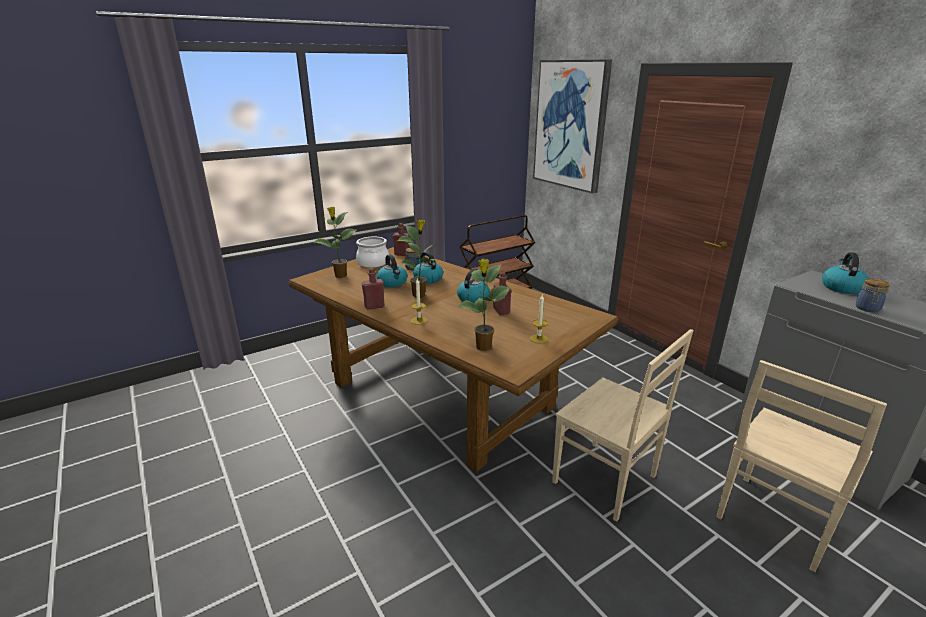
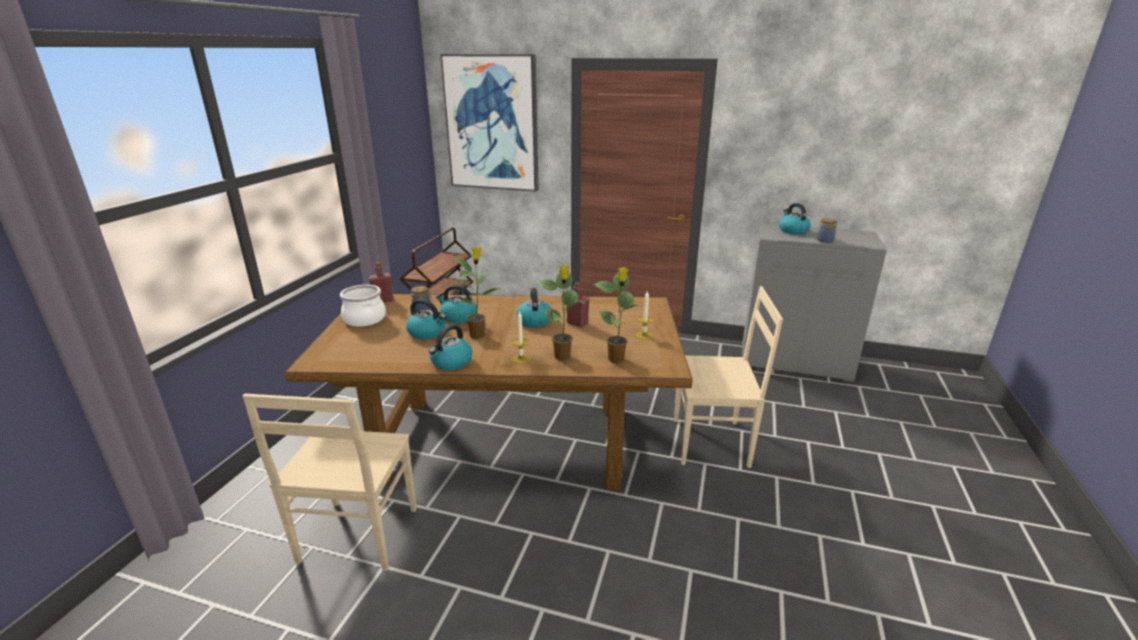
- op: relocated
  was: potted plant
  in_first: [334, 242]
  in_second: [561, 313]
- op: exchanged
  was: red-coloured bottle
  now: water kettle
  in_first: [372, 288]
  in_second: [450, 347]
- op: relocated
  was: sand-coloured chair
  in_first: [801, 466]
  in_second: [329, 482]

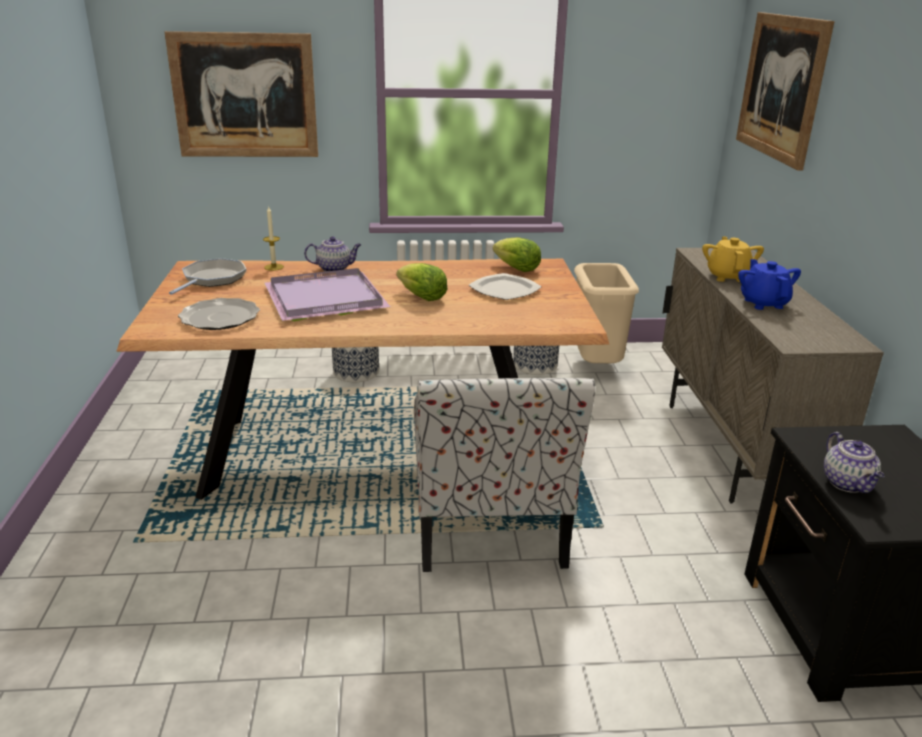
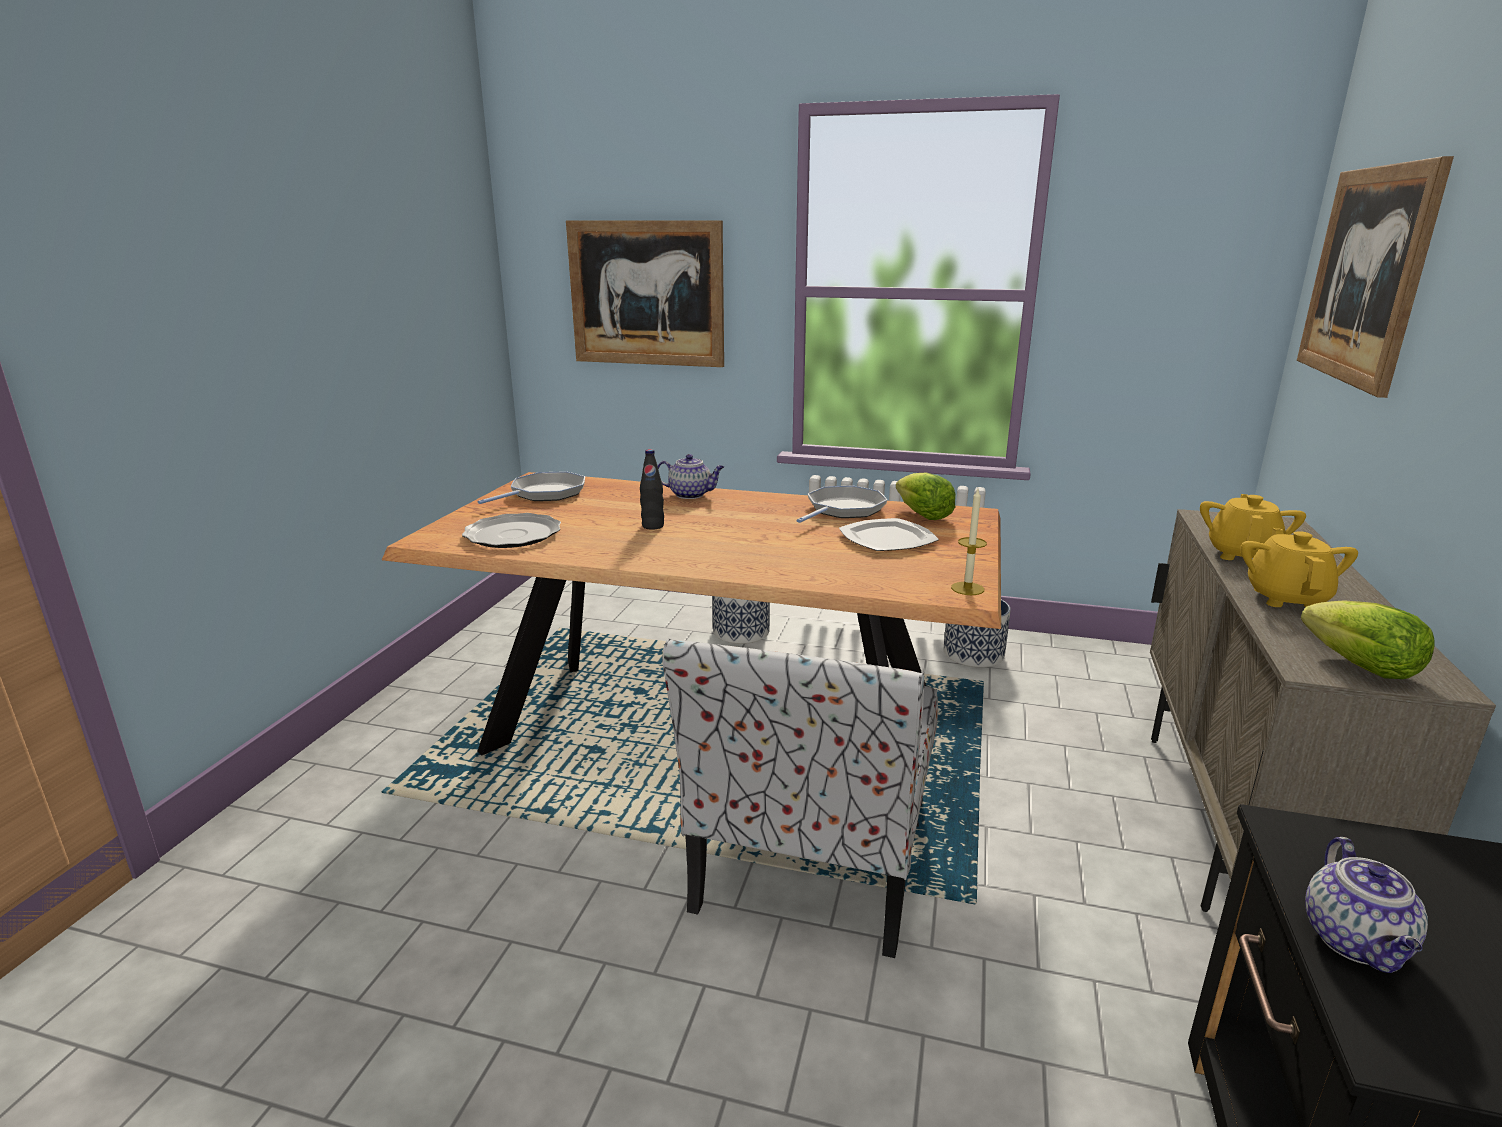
- op: relocated
  was: candle
  in_first: [273, 238]
  in_second: [969, 542]
- op: exchanged
  was: purple carrying tray
  now: black-coloured bottle
  in_first: [327, 295]
  in_second: [652, 489]
- op: relocated
  was: lettuce head
  in_first: [422, 282]
  in_second: [1368, 639]
- op: missing
  was: sand-coloured rubbish bin
  in_first: [606, 313]
- op: colour
  was: blue-coloured pot for tea
  now: yellowish pot for tea
  in_first: [769, 284]
  in_second: [1299, 567]
- op: appeared
  now: frying pan
  in_second: [841, 504]

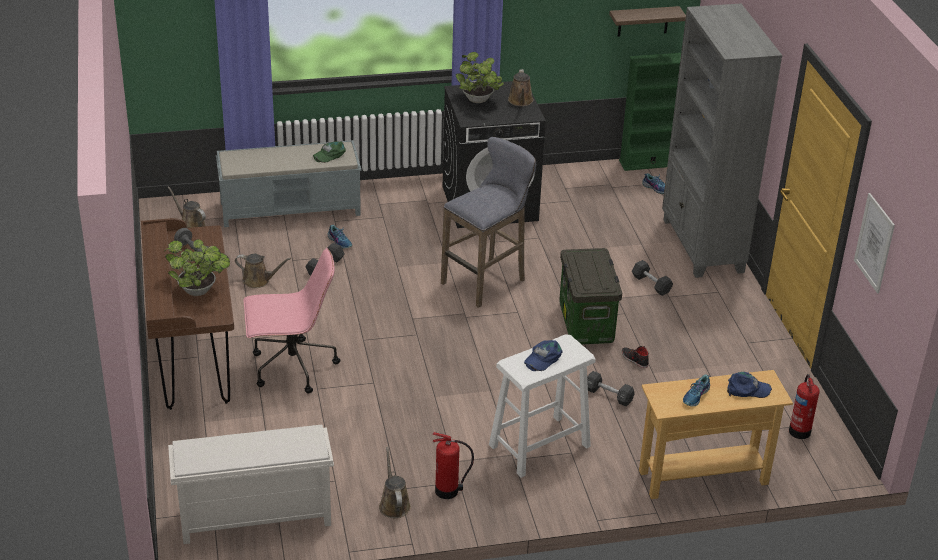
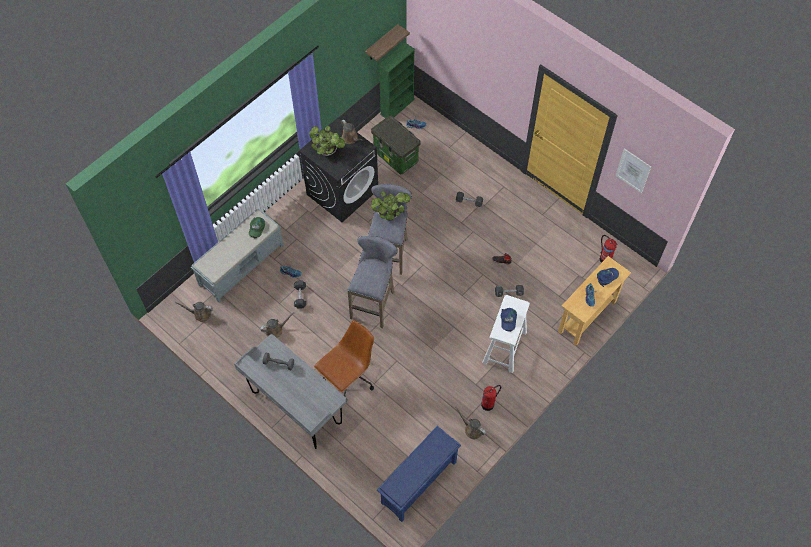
- op: colour
  was: brown desk
  now: greyish desk
  in_first: [187, 314]
  in_second: [290, 391]
- op: relocated
  was: potted plant
  in_first: [197, 267]
  in_second: [390, 206]
- op: colour
  was: white-coloured shoe stand
  now: blue-coloured shoe stand
  in_first: [251, 484]
  in_second: [419, 474]
- op: colour
  was: pinkish office chair
  now: brown office chair
  in_first: [292, 320]
  in_second: [344, 359]
- op: relocated
  was: storage container
  in_first: [590, 296]
  in_second: [396, 144]
- op: missing
  was: greyish bookcase
  in_first: [722, 141]
- op: appeared
  now: greyish stool seat
  in_second: [372, 282]

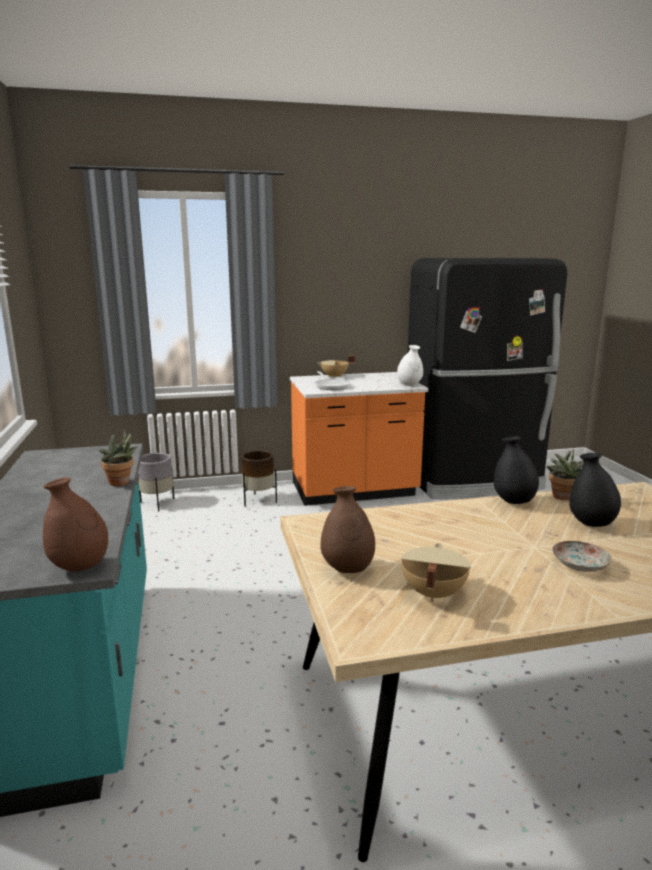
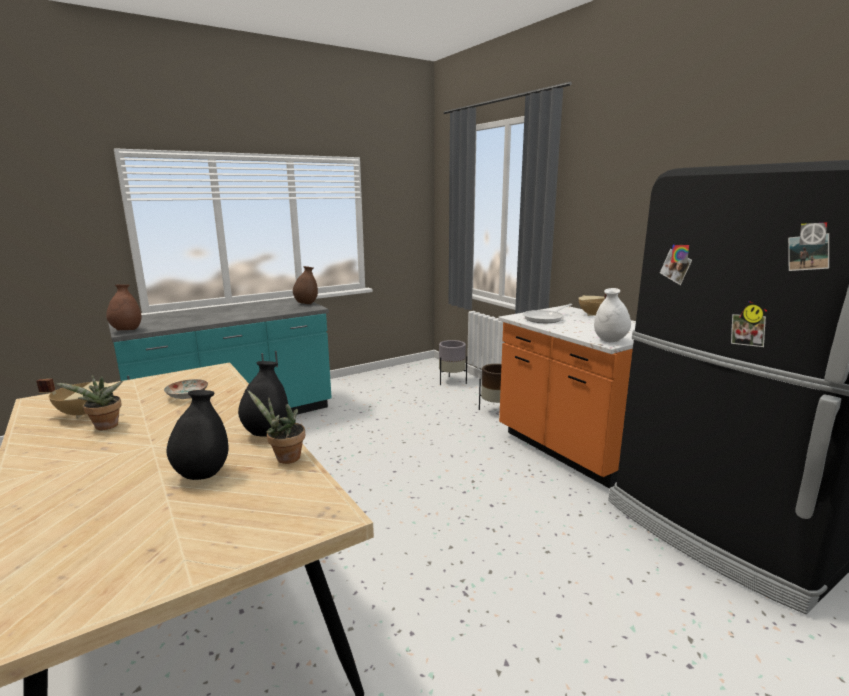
- op: relocated
  was: potted plant
  in_first: [118, 457]
  in_second: [89, 402]
- op: relocated
  was: brown decorative vase
  in_first: [347, 529]
  in_second: [305, 285]
- op: relocated
  was: dinner plate
  in_first: [582, 556]
  in_second: [186, 389]

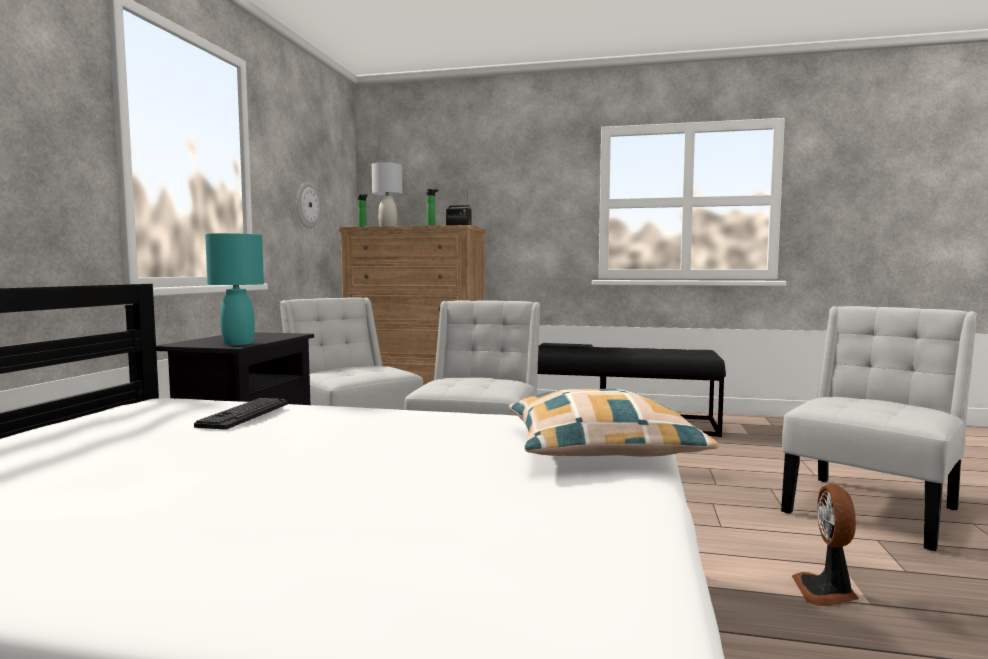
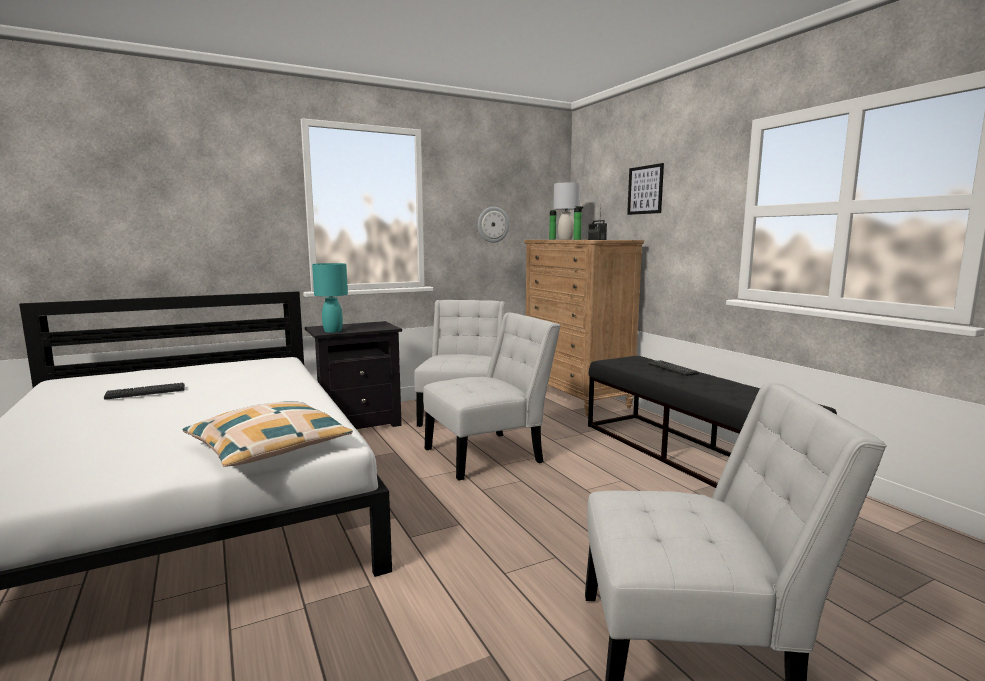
- op: relocated
  was: keyboard
  in_first: [241, 413]
  in_second: [144, 391]
- op: missing
  was: fan
  in_first: [825, 545]
- op: appeared
  now: picture
  in_second: [645, 189]

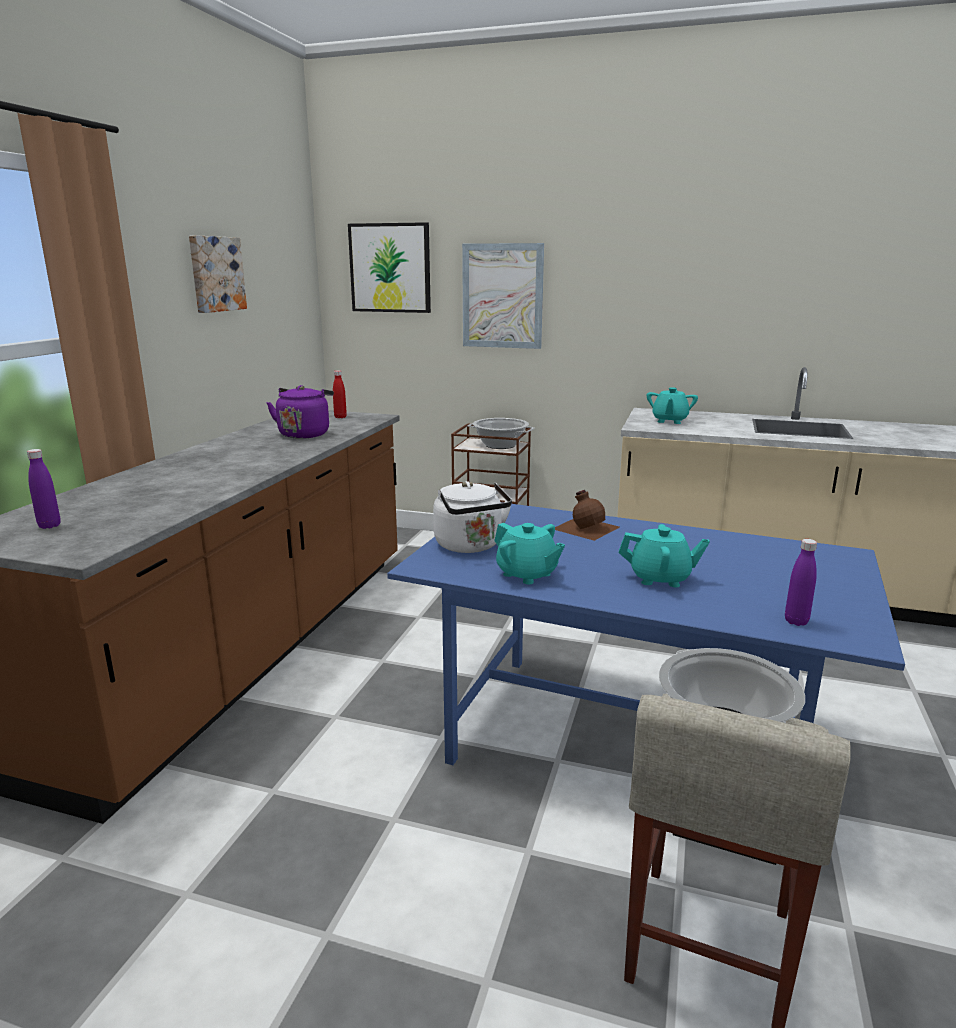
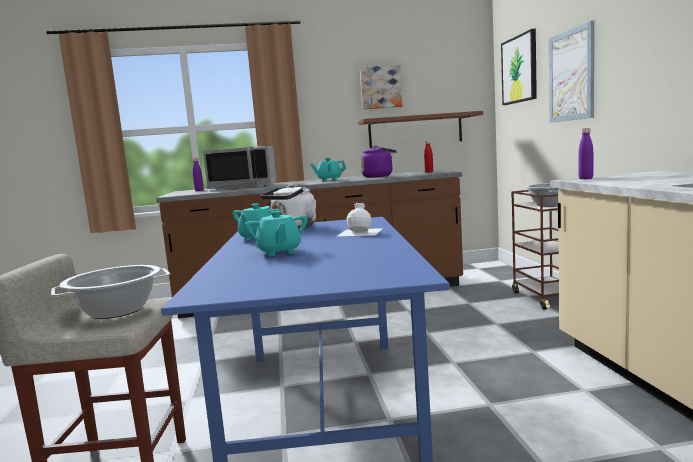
- op: colour
  was: brown bottle
  now: white-coloured bottle
  in_first: [587, 515]
  in_second: [360, 219]
- op: relocated
  was: turquoise pot for tea
  in_first: [672, 406]
  in_second: [328, 169]
- op: relocated
  was: purple bottle
  in_first: [801, 582]
  in_second: [585, 153]
- op: appeared
  now: greyish microwave
  in_second: [240, 168]
- op: appeared
  now: brown wall shelf
  in_second: [420, 129]

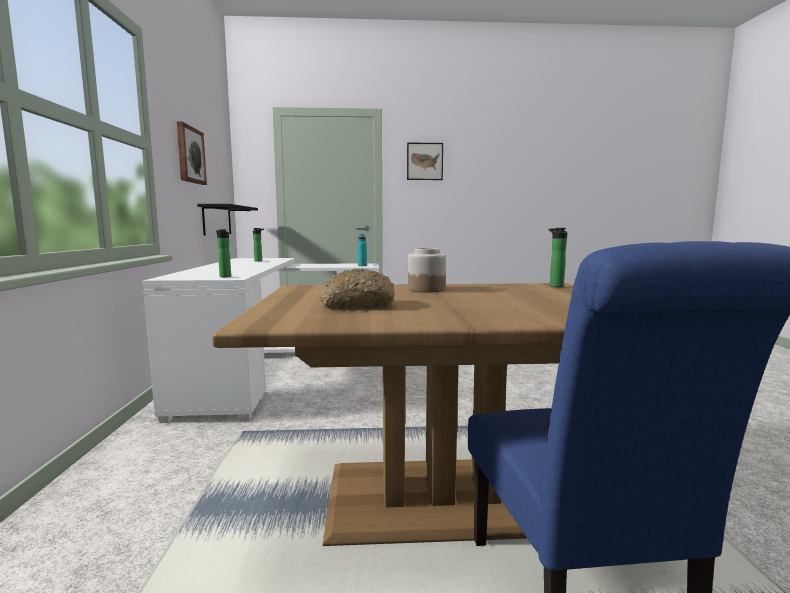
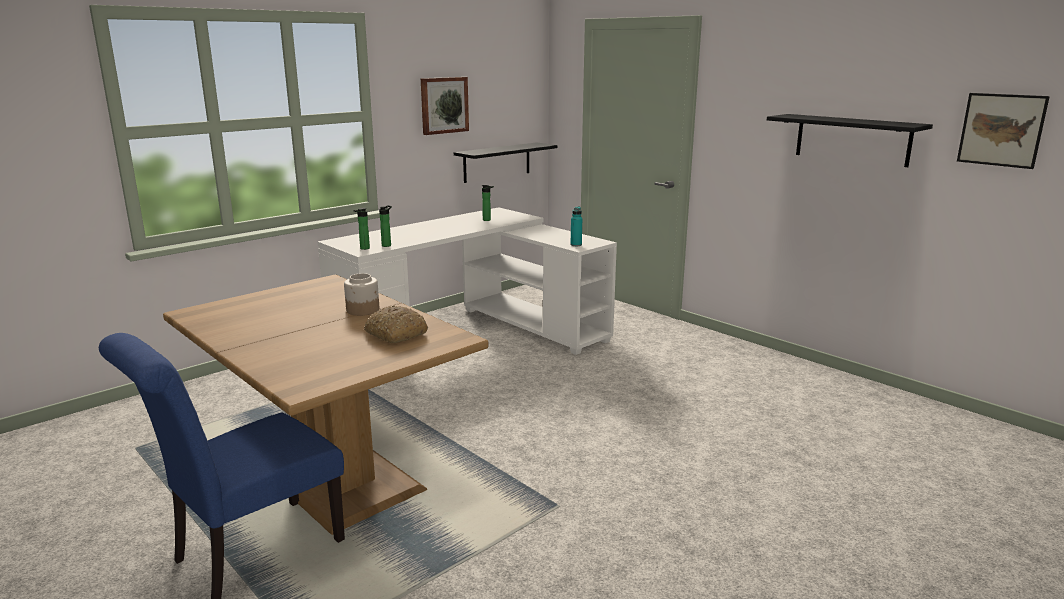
- op: relocated
  was: bakery bread
  in_first: [357, 289]
  in_second: [396, 324]
- op: relocated
  was: picture
  in_first: [425, 161]
  in_second: [1003, 131]
- op: relocated
  was: bottle
  in_first: [558, 257]
  in_second: [385, 226]
- op: appeared
  now: black-coloured wall shelf
  in_second: [850, 140]

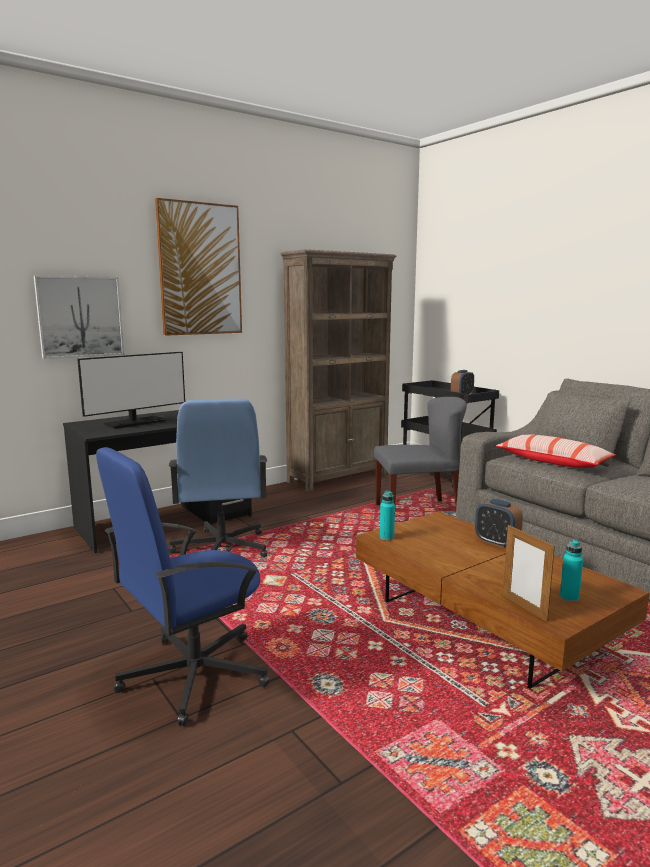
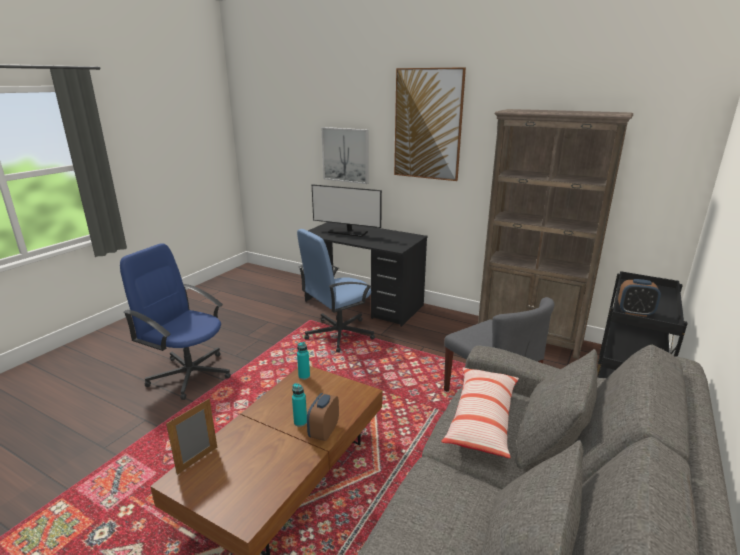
- op: relocated
  was: turquoise bottle
  in_first: [571, 570]
  in_second: [299, 405]

